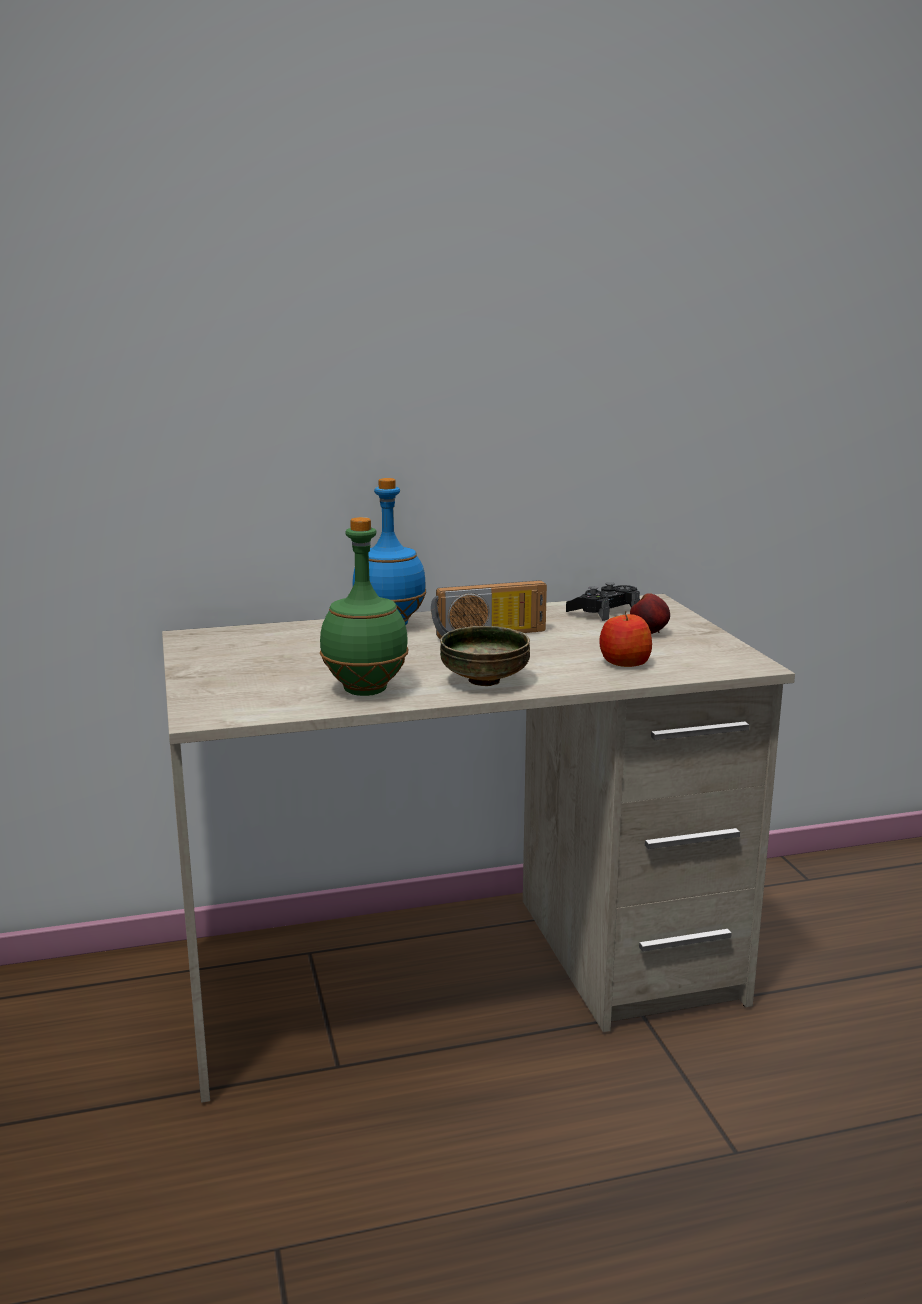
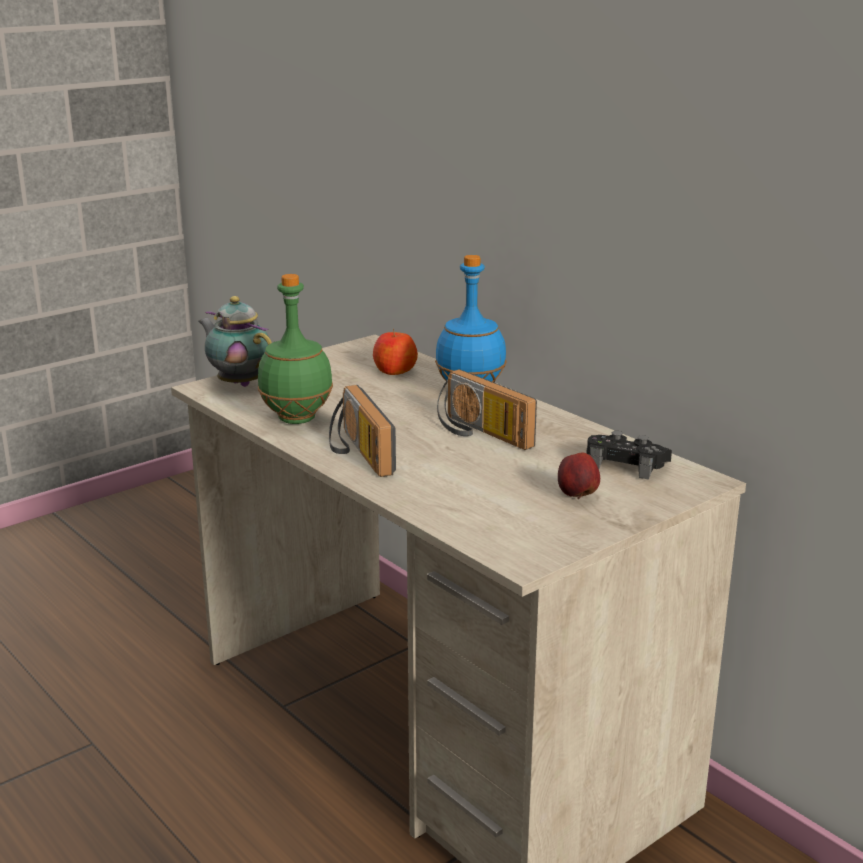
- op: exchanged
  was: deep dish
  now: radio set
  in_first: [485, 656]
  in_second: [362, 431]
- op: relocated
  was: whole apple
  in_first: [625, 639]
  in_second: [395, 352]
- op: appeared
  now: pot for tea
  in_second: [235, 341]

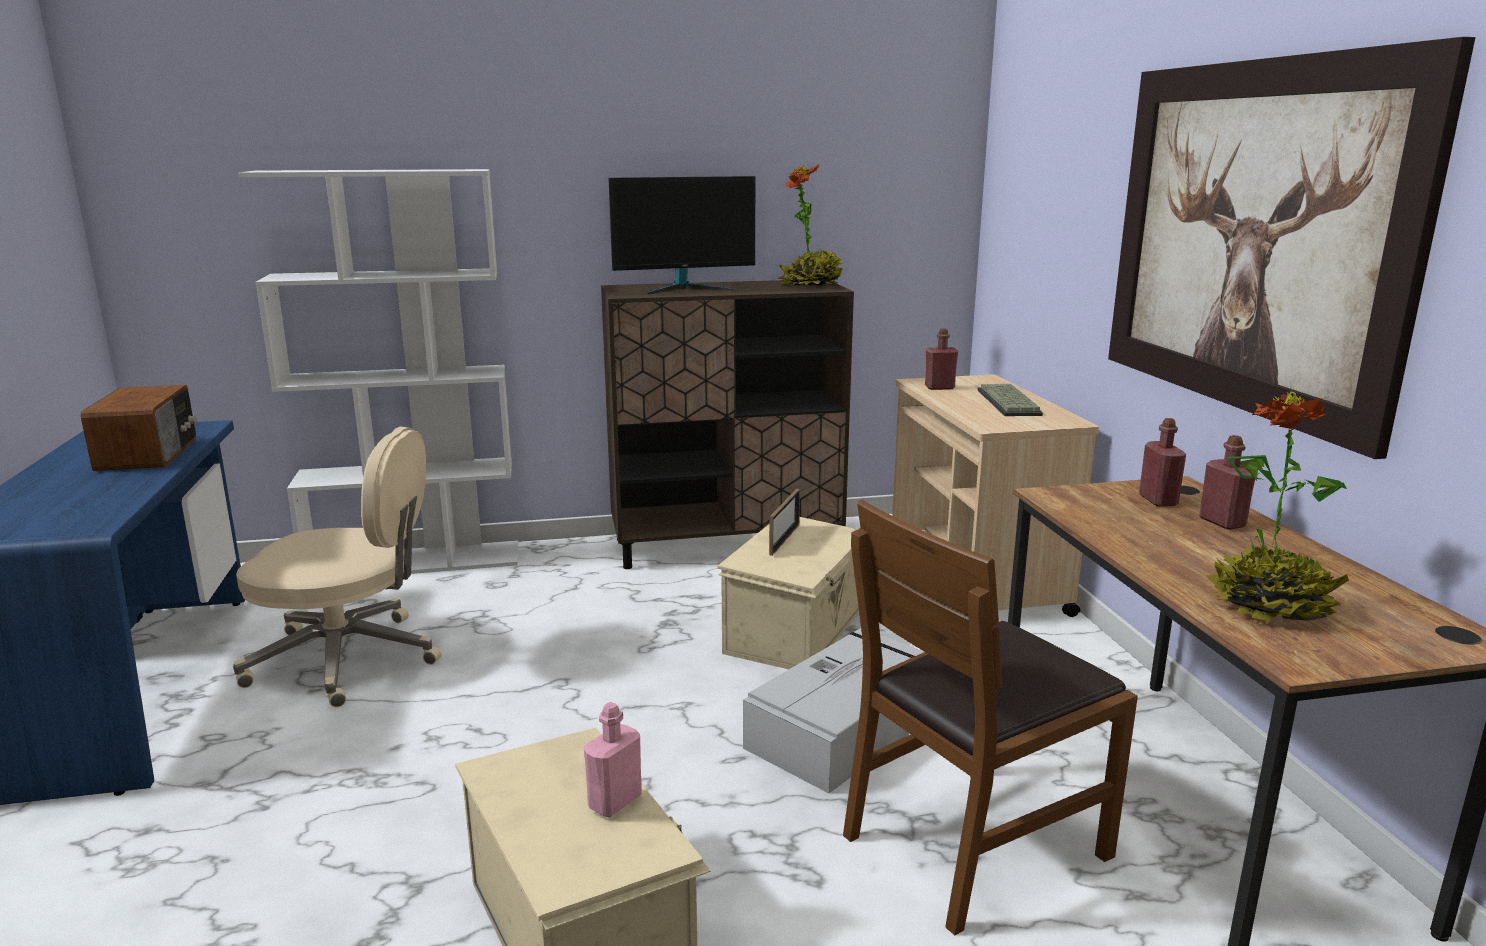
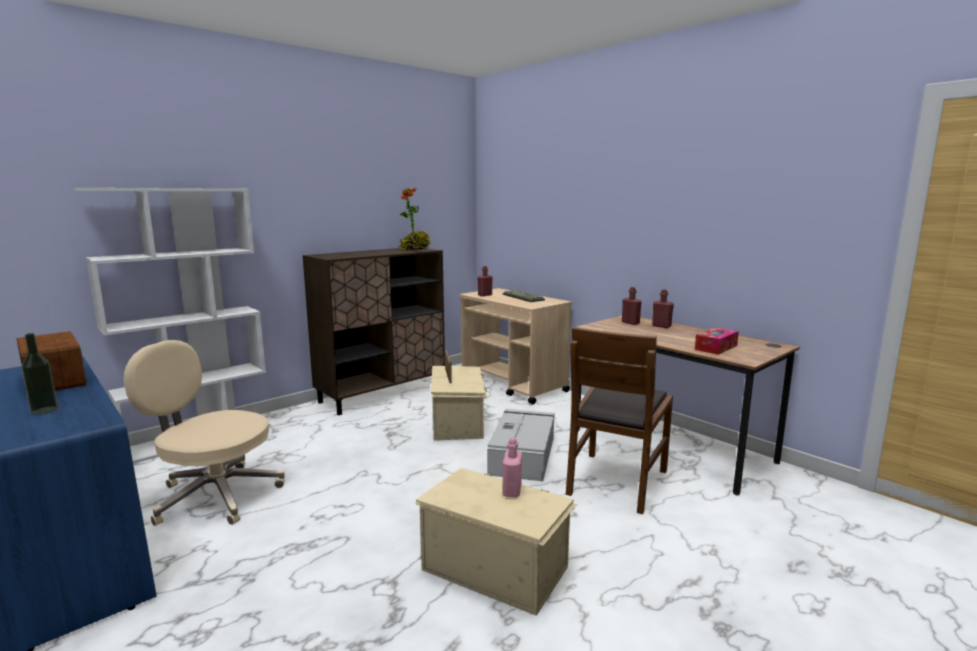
- op: spun
  was: sand-coloured office chair
  in_first: [337, 567]
  in_second: [204, 433]
  clockwise: -135
- op: missing
  was: monitor
  in_first: [681, 235]
- op: missing
  was: picture
  in_first: [1292, 248]
- op: exchanged
  was: potted plant
  now: tissue holder
  in_first: [1277, 507]
  in_second: [717, 341]
- op: appeared
  now: bottle
  in_second: [39, 374]

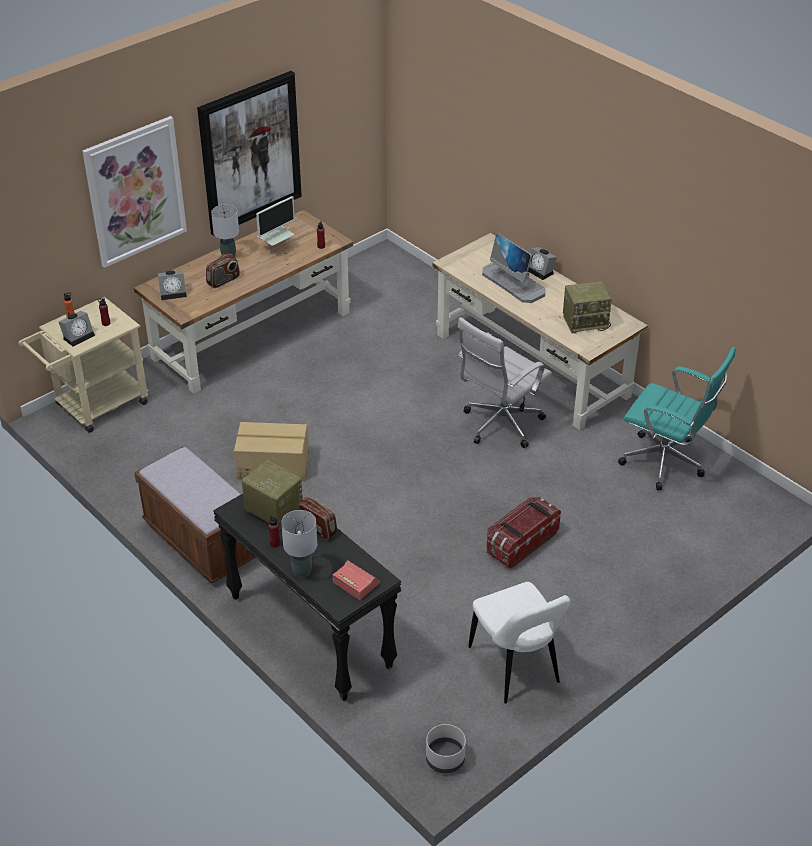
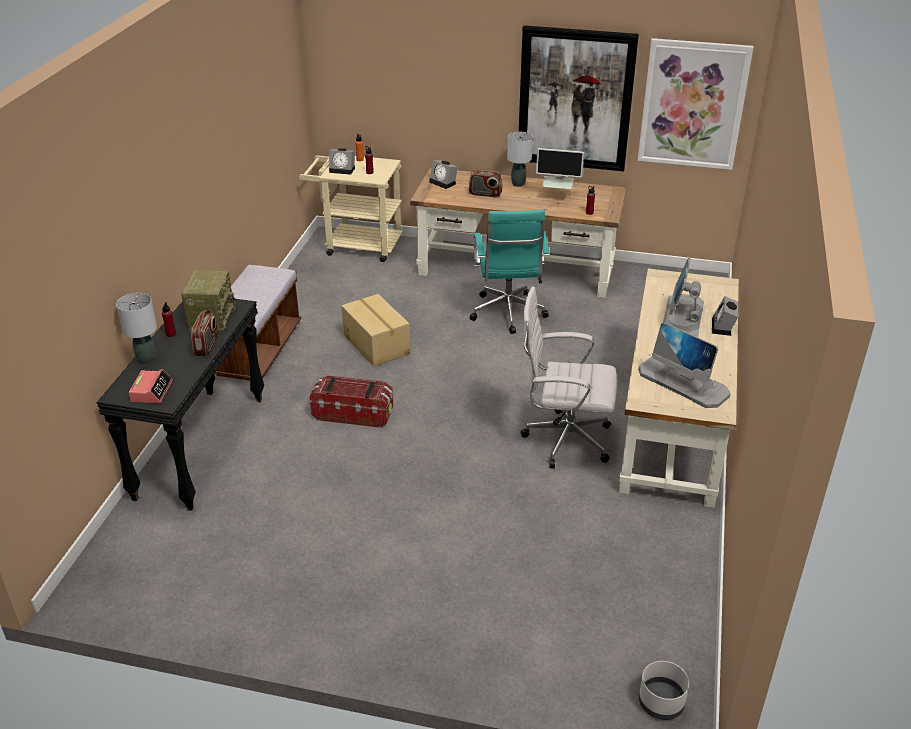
- op: relocated
  was: picture
  in_first: [134, 192]
  in_second: [696, 104]
- op: relocated
  was: greyish plant pot
  in_first: [446, 748]
  in_second: [664, 690]
- op: missing
  was: white-coloured chair
  in_first: [519, 643]
- op: relocated
  was: storage container
  in_first: [524, 533]
  in_second: [351, 401]
- op: exchanged
  was: radio set
  now: monitor
  in_first: [587, 307]
  in_second: [684, 365]
- op: relocated
  was: turquoise office chair
  in_first: [677, 418]
  in_second: [509, 271]

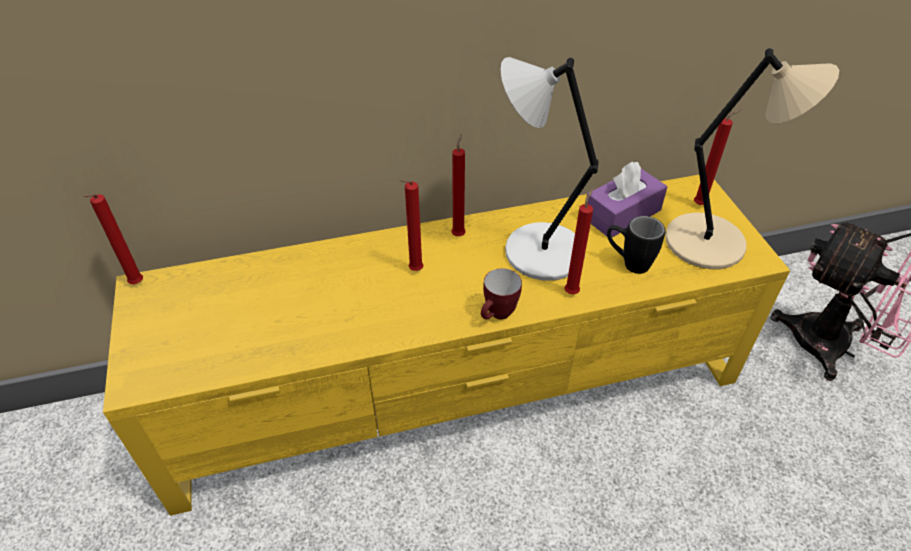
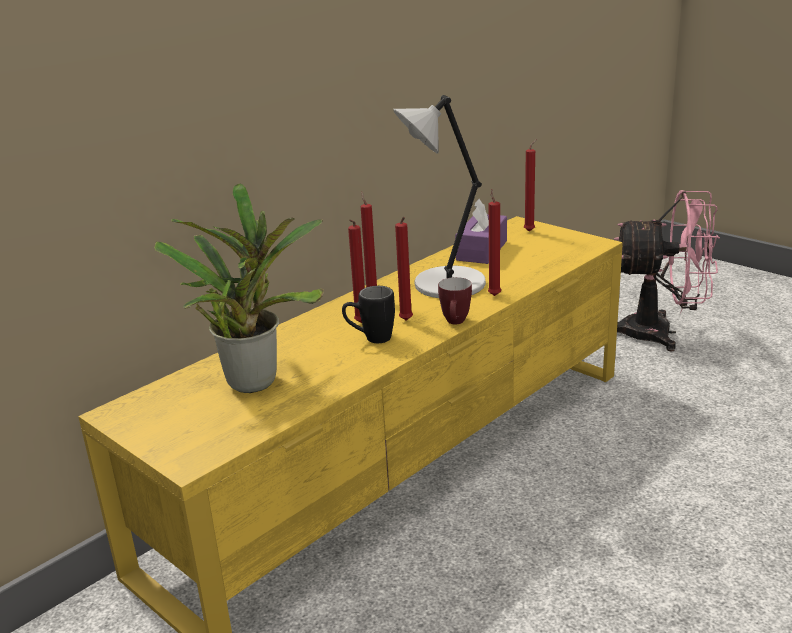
- op: relocated
  was: red-coloured candle
  in_first: [112, 239]
  in_second: [404, 268]
- op: relocated
  was: black-coloured tea mug
  in_first: [636, 245]
  in_second: [368, 314]
- op: missing
  was: sand-coloured lamp for a table
  in_first: [752, 158]
- op: appeared
  now: potted plant
  in_second: [239, 288]

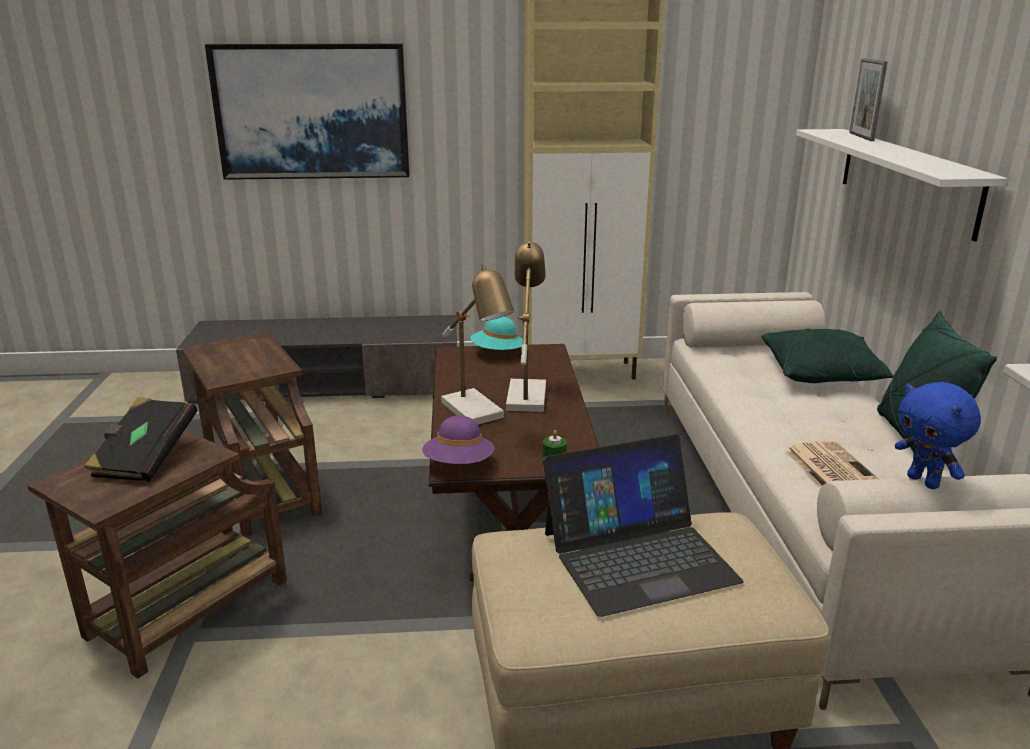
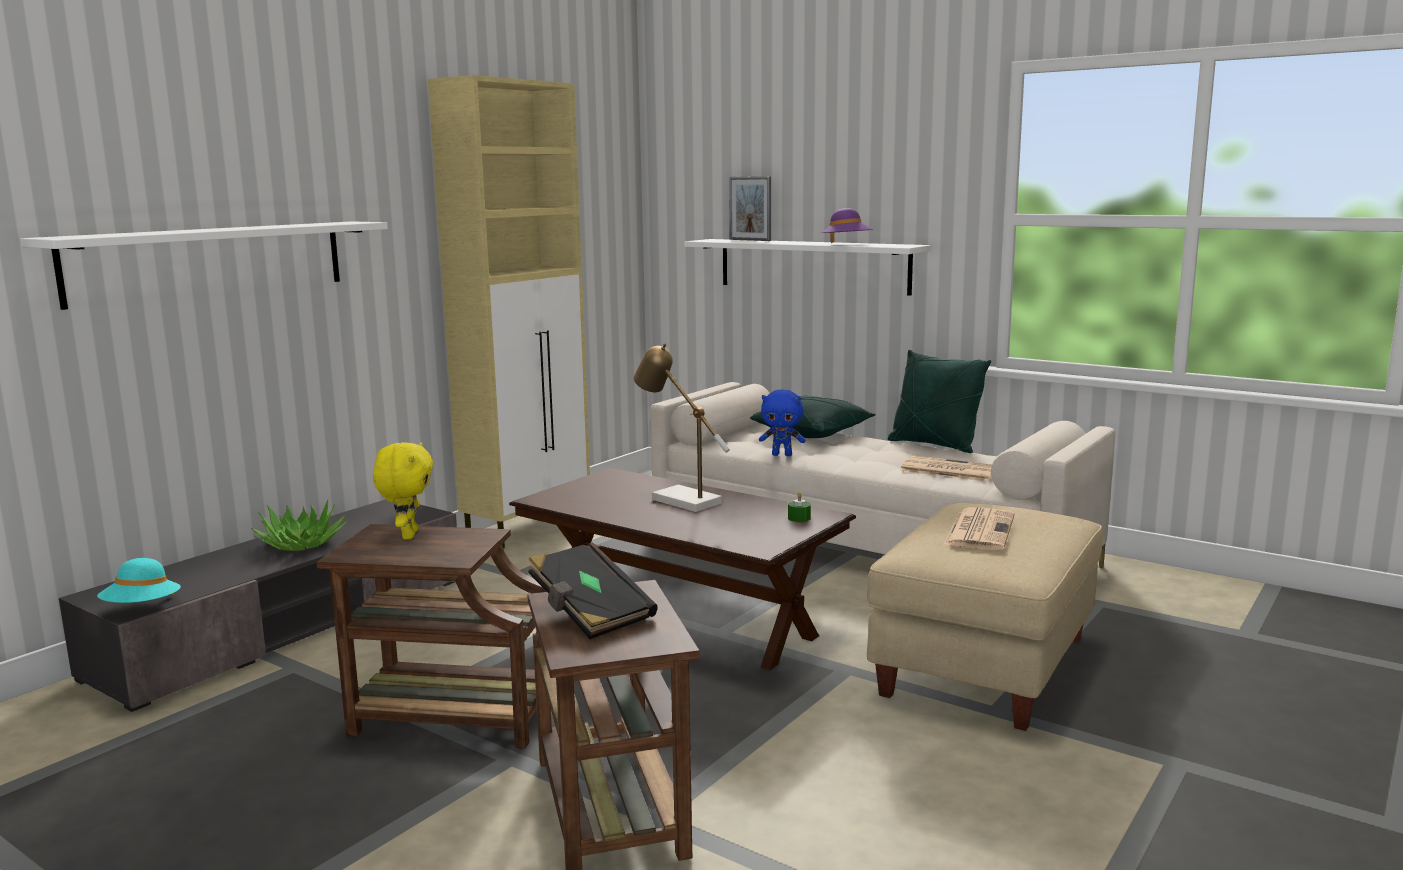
- op: exchanged
  was: picture
  now: white-coloured wall shelf
  in_first: [307, 111]
  in_second: [204, 265]
- op: relocated
  was: purple hat
  in_first: [458, 440]
  in_second: [847, 225]
- op: missing
  was: lamp for a table
  in_first: [477, 344]
- op: relocated
  was: turquoise hat
  in_first: [496, 333]
  in_second: [139, 580]
- op: exchanged
  was: notebook computer
  now: daily paper
  in_first: [643, 525]
  in_second: [979, 528]
- op: relocated
  was: blue-coloured cuddly toy
  in_first: [938, 435]
  in_second: [782, 422]
- op: appeared
  now: potted plant
  in_second: [299, 525]
- op: appeared
  now: yellowish cuddly toy
  in_second: [403, 490]

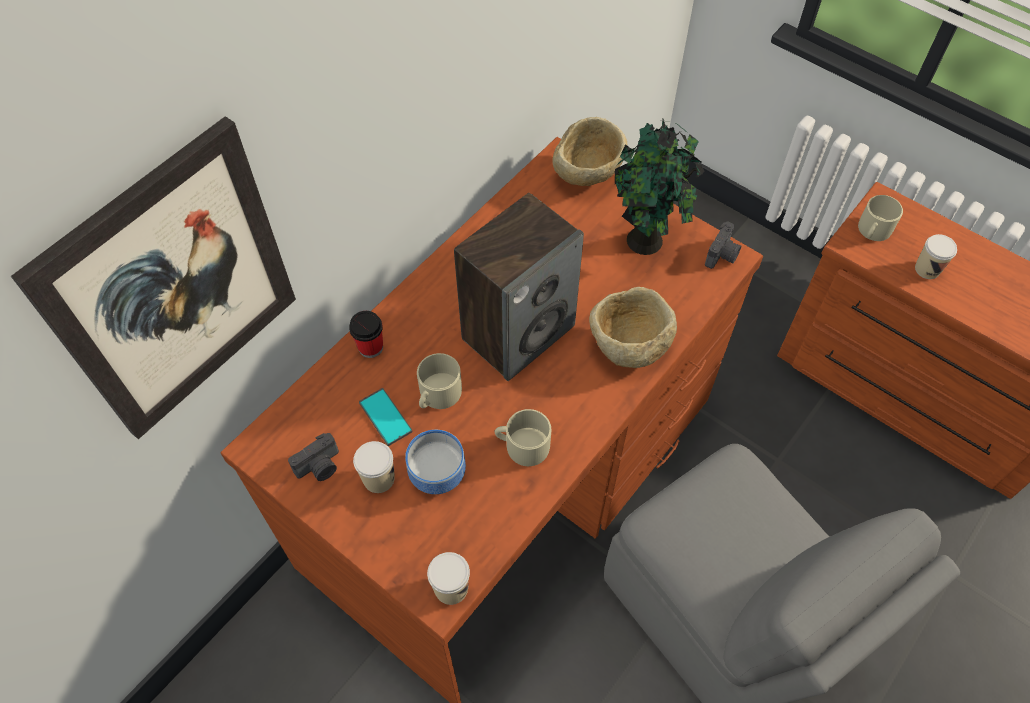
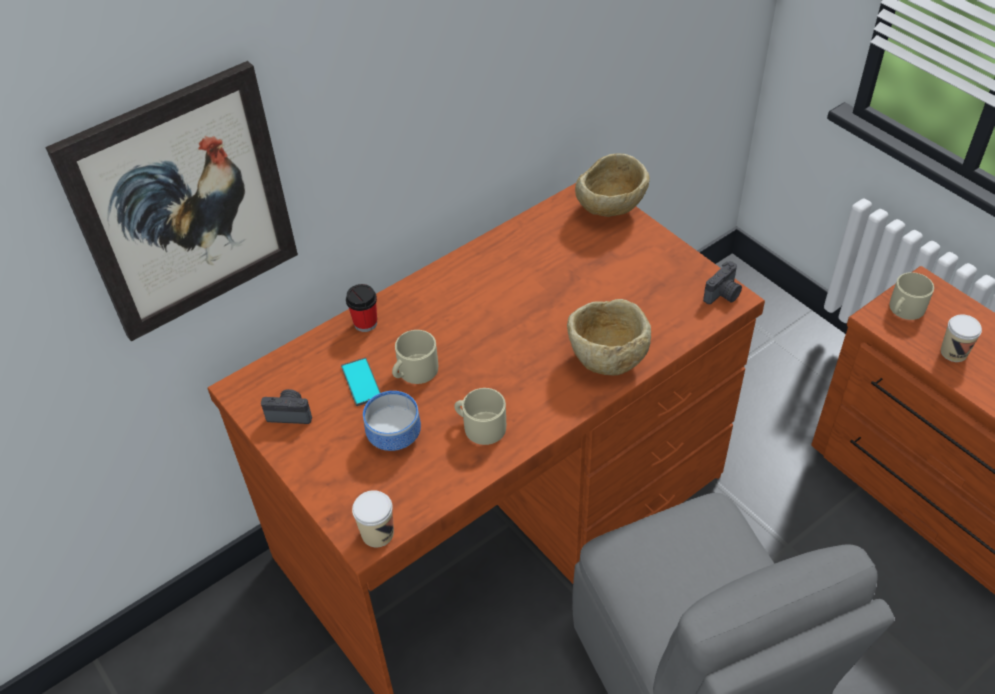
- op: spun
  was: photo camera
  in_first: [313, 457]
  in_second: [286, 406]
  clockwise: -150
- op: missing
  was: cup
  in_first: [374, 467]
- op: missing
  was: loudspeaker
  in_first: [519, 287]
- op: missing
  was: potted plant
  in_first: [660, 187]

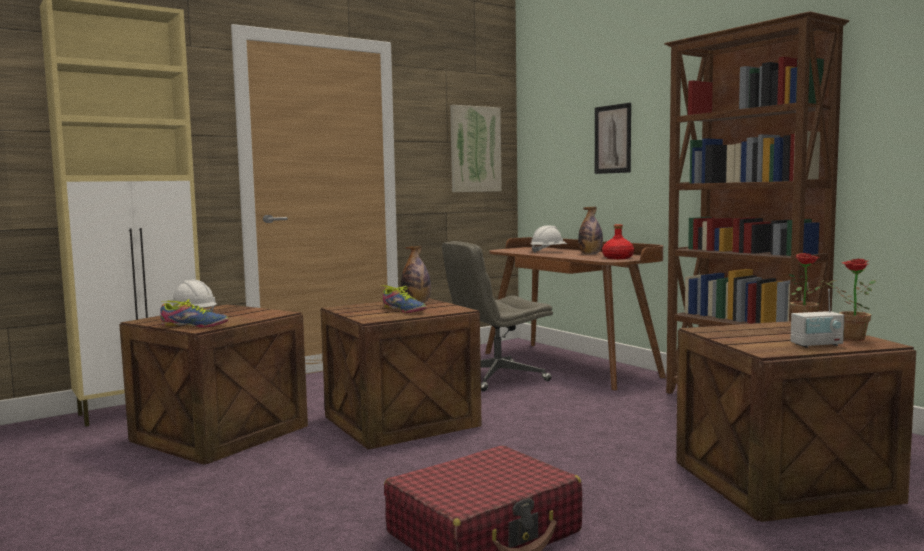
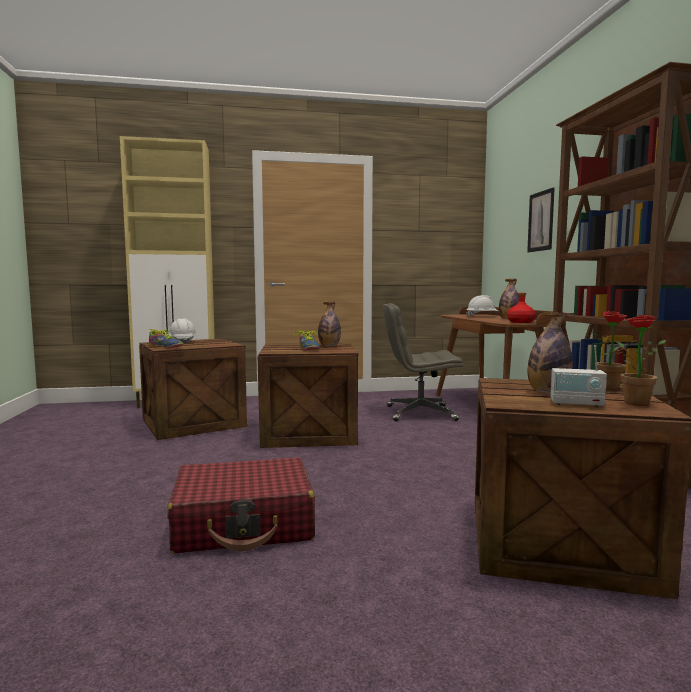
- op: missing
  was: picture
  in_first: [476, 148]
- op: appeared
  now: bottle
  in_second: [550, 352]

